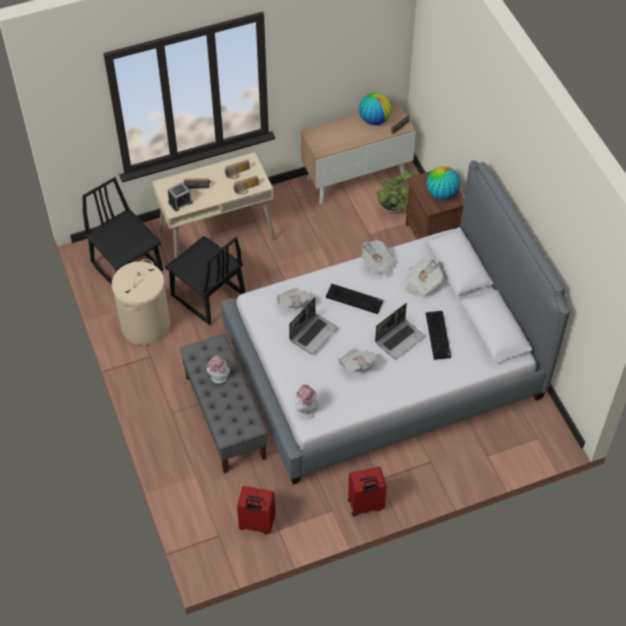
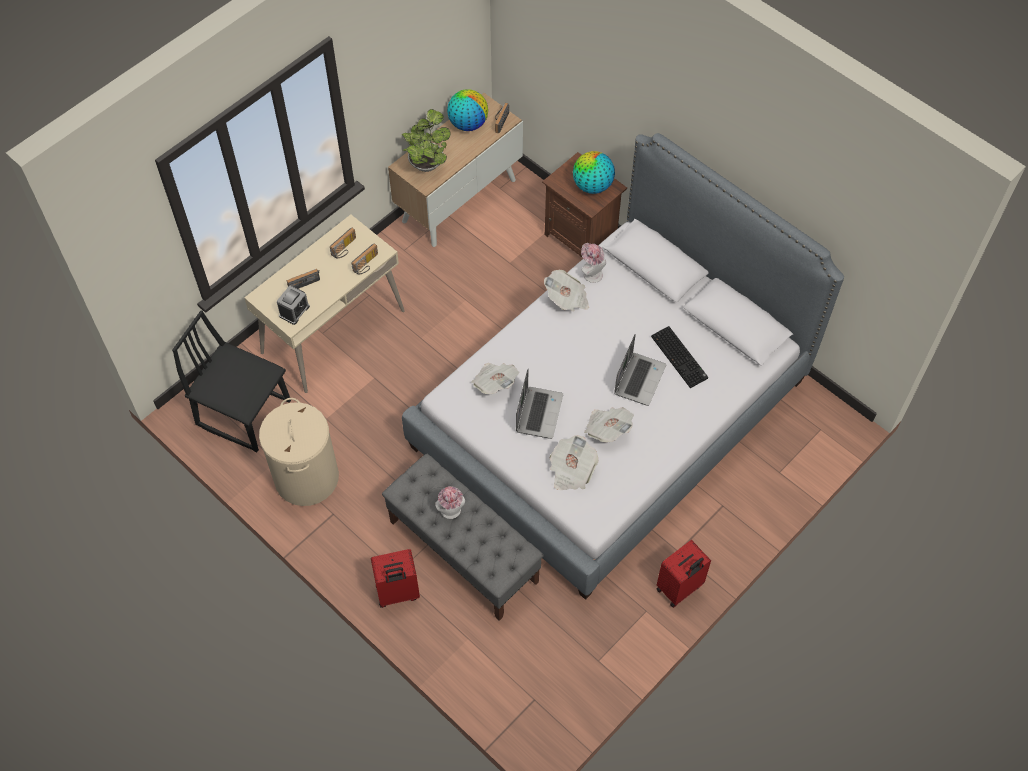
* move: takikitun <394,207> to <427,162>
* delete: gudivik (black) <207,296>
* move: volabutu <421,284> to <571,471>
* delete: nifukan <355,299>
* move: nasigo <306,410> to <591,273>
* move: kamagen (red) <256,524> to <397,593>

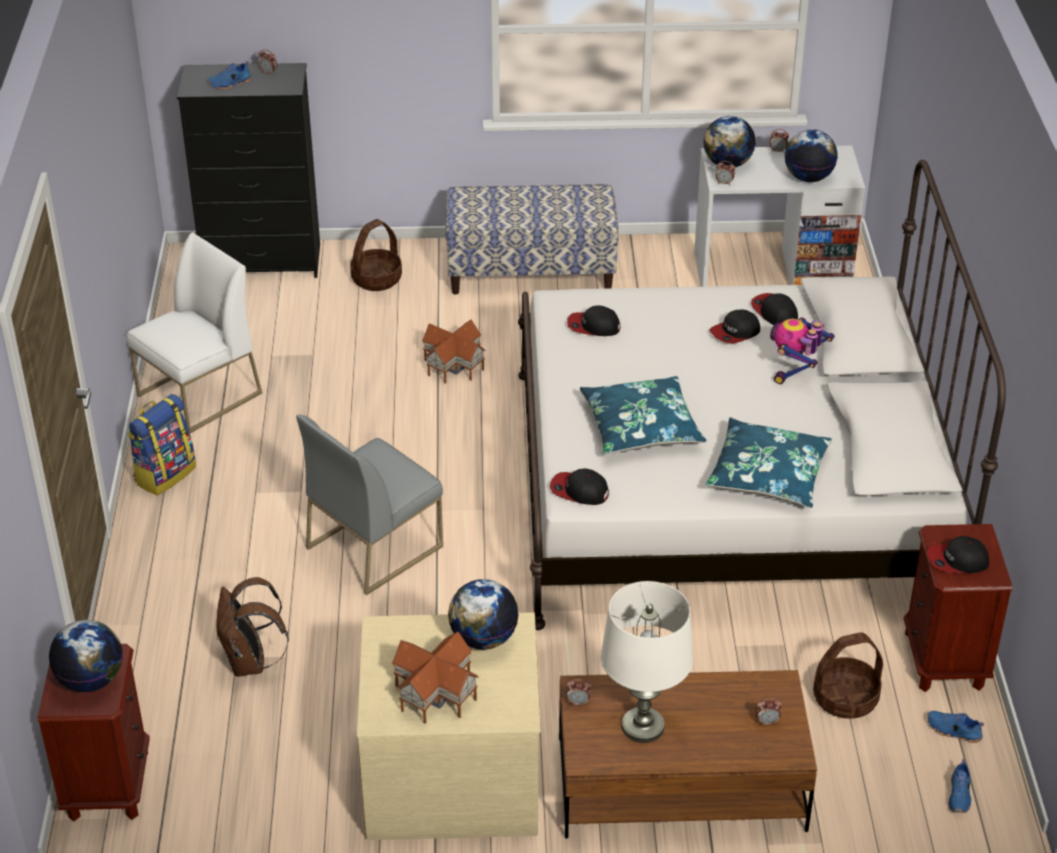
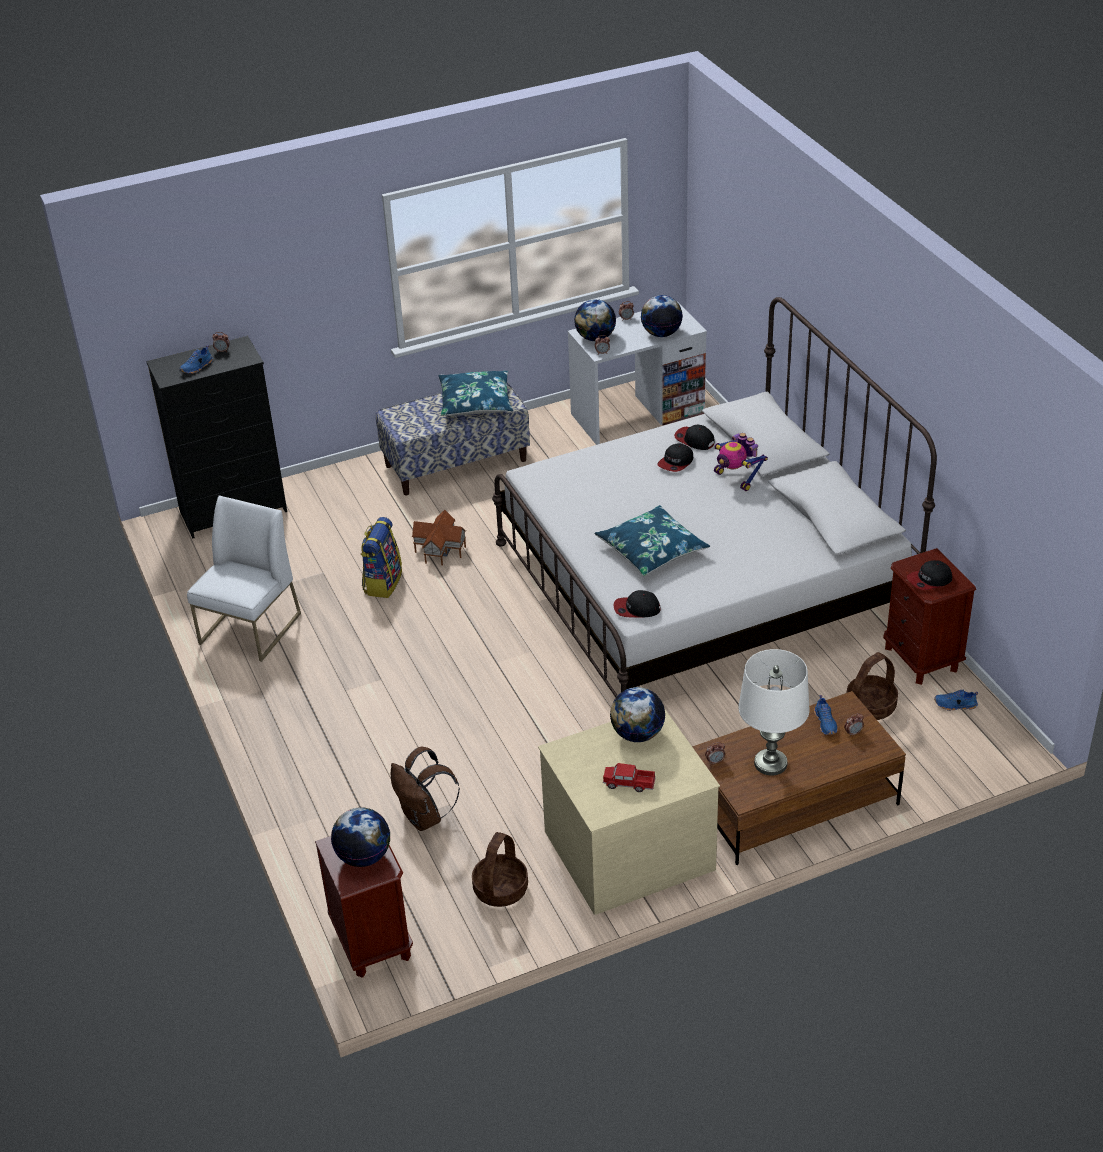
* move: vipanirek <376,279> to <500,888>
* delete: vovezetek <593,326>
* rotate: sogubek <796,371> = <736,478> 45 degrees counterclockwise
* move: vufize <165,474> to <382,582>
* delete: gudivik (grey) <374,546>
* move: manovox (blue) <768,474> to <475,402>
* replace: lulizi <436,694> to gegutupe <629,783>
* move: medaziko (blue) <960,795> to <826,723>

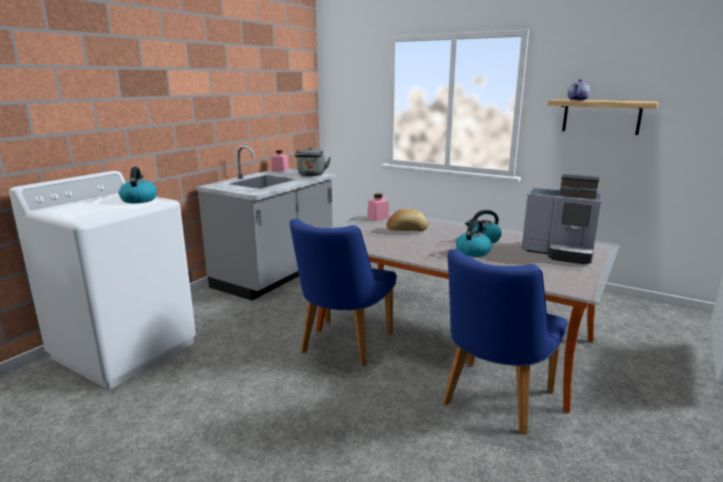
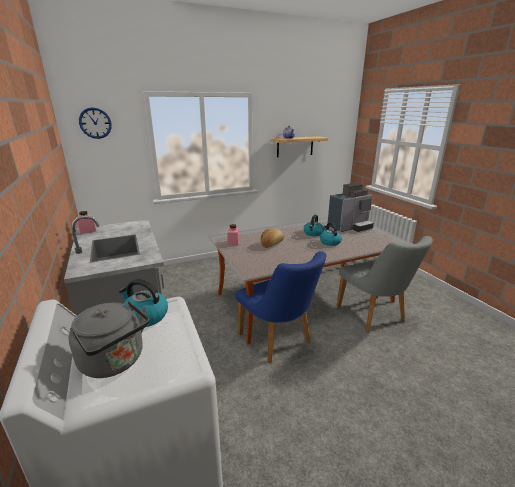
* move: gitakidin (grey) <311,175> to <115,361>
* recolor: gudivik (blue) <492,402> to gudivik (grey) <374,317>
* insert: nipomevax <95,123>

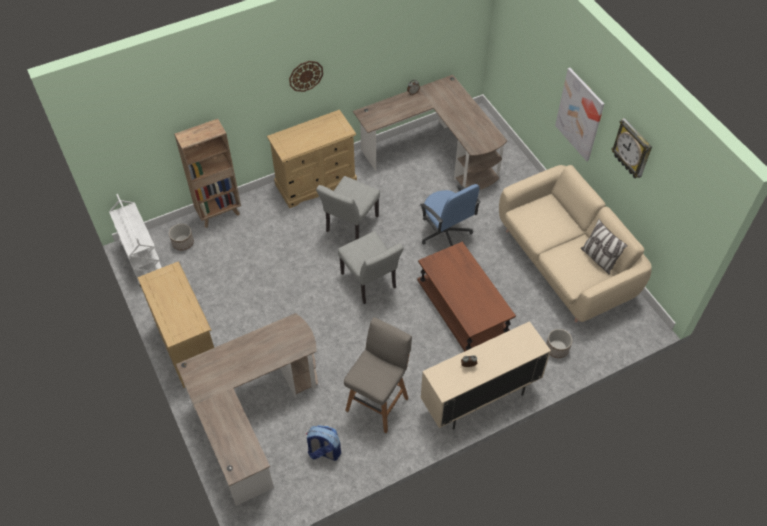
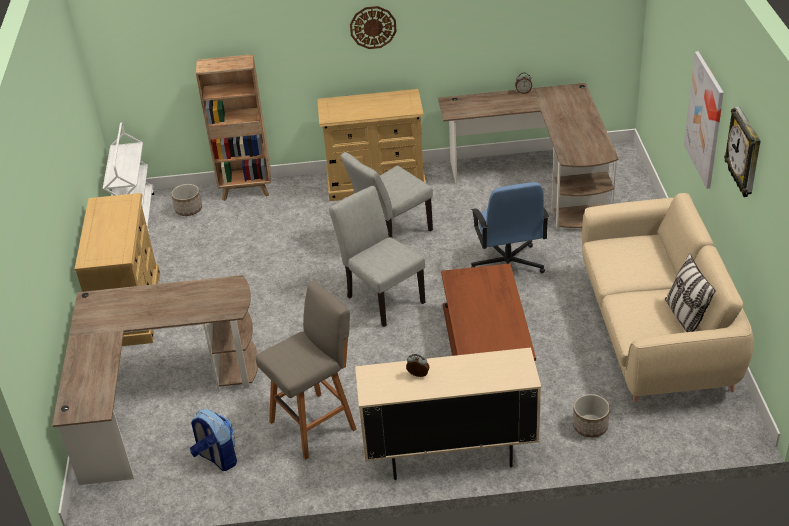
* rotate: gudivik (grey) <371,283> = <381,297> 150 degrees clockwise

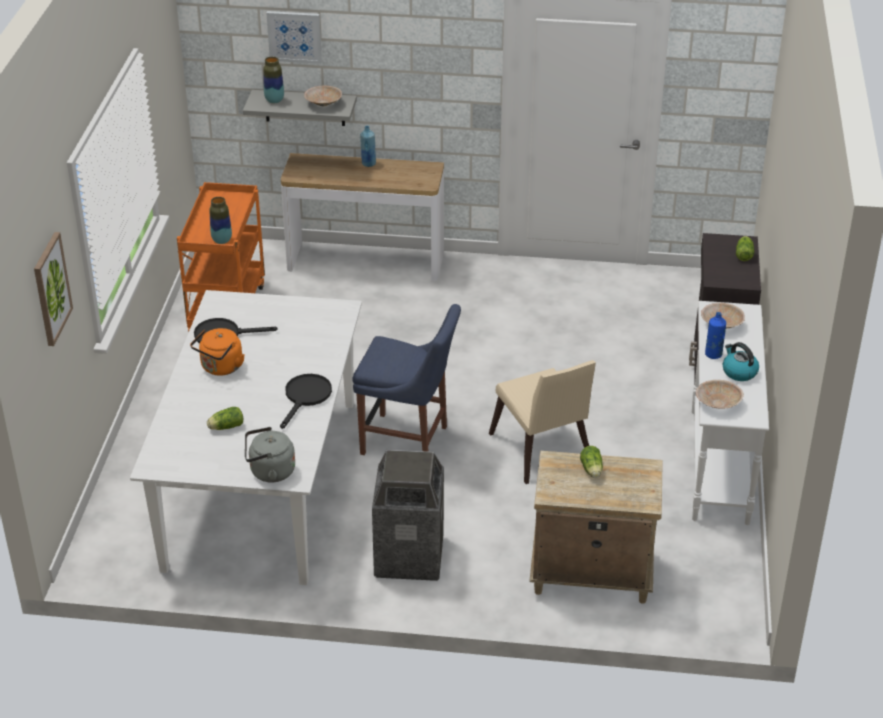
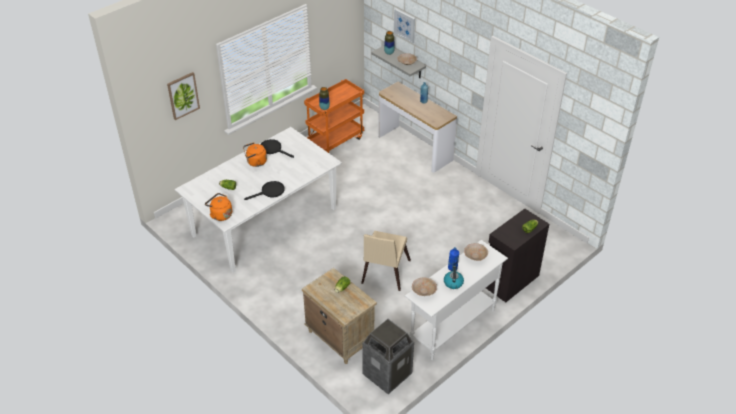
* delete: gudivik (blue) <408,441>
* recolor: gitakidin (grey) <269,472> to gitakidin (orange) <220,215>
* move: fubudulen <409,556> to <387,374>

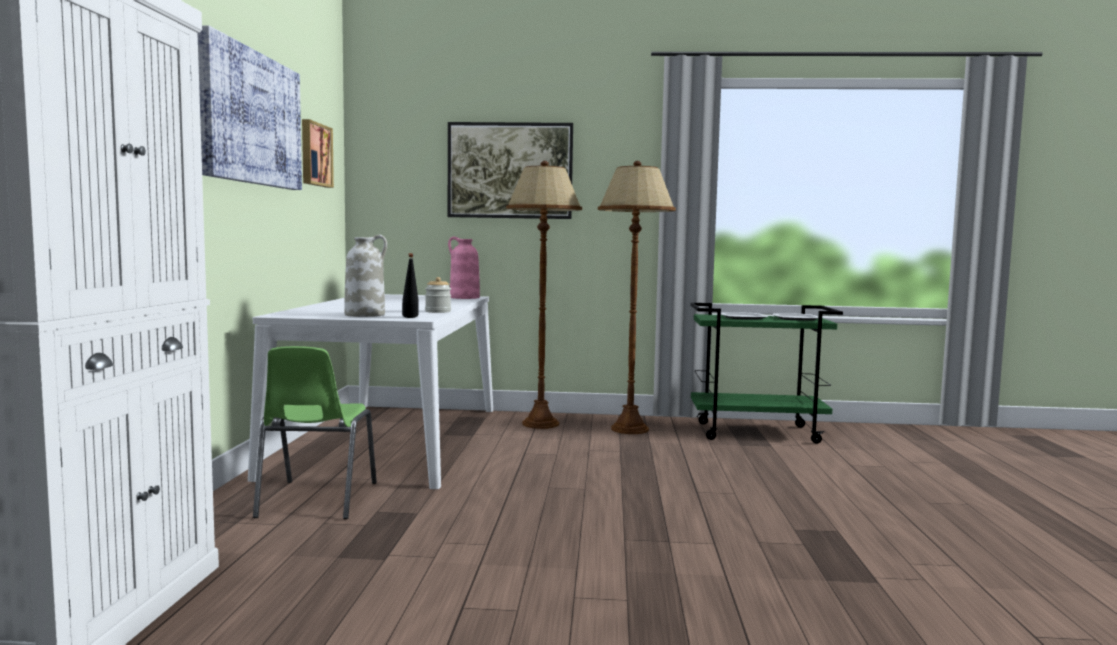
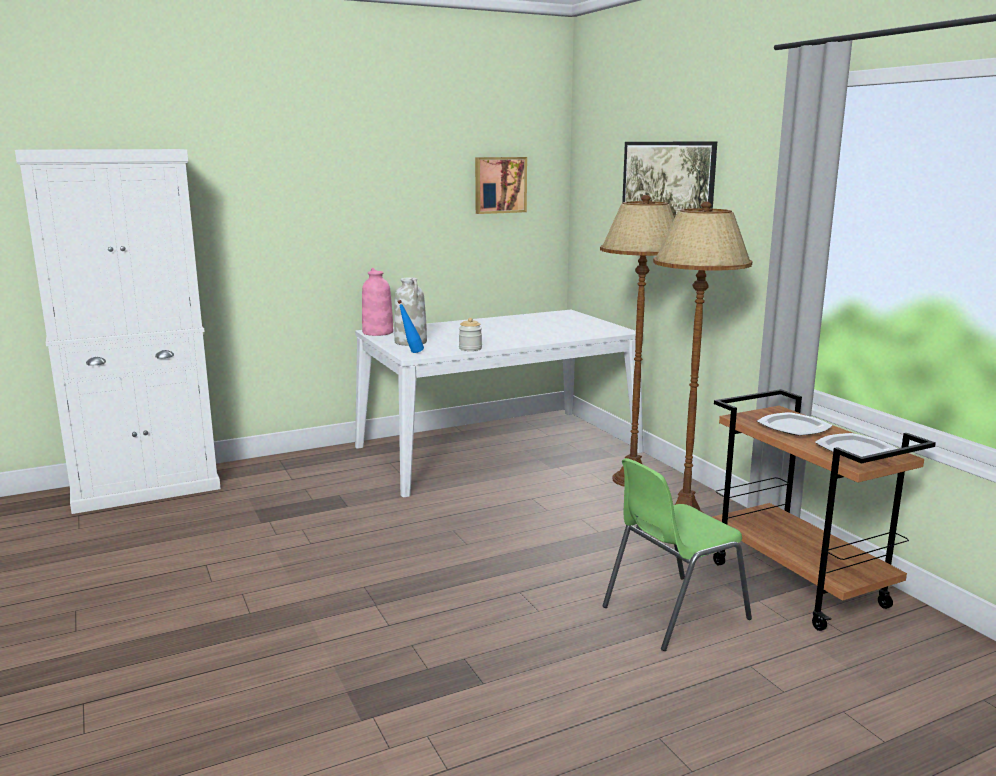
* delete: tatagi <250,118>
* move: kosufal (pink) <464,297> to <377,332>
* recolor: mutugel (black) <410,318> to mutugel (blue) <411,353>
* recolor: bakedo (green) <758,433> to bakedo (brown) <799,585>
* move: gudivik (green) <315,500> to <672,613>

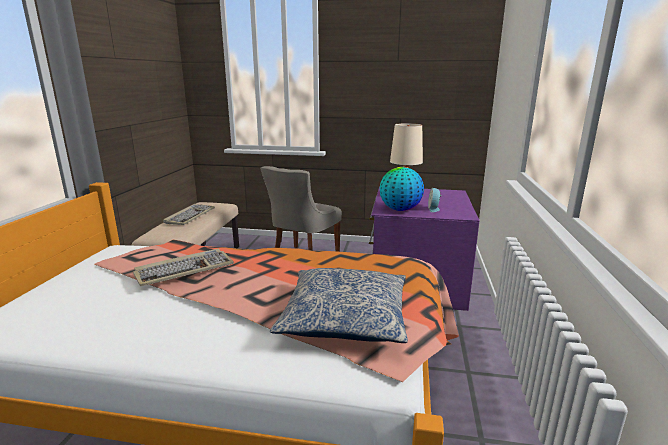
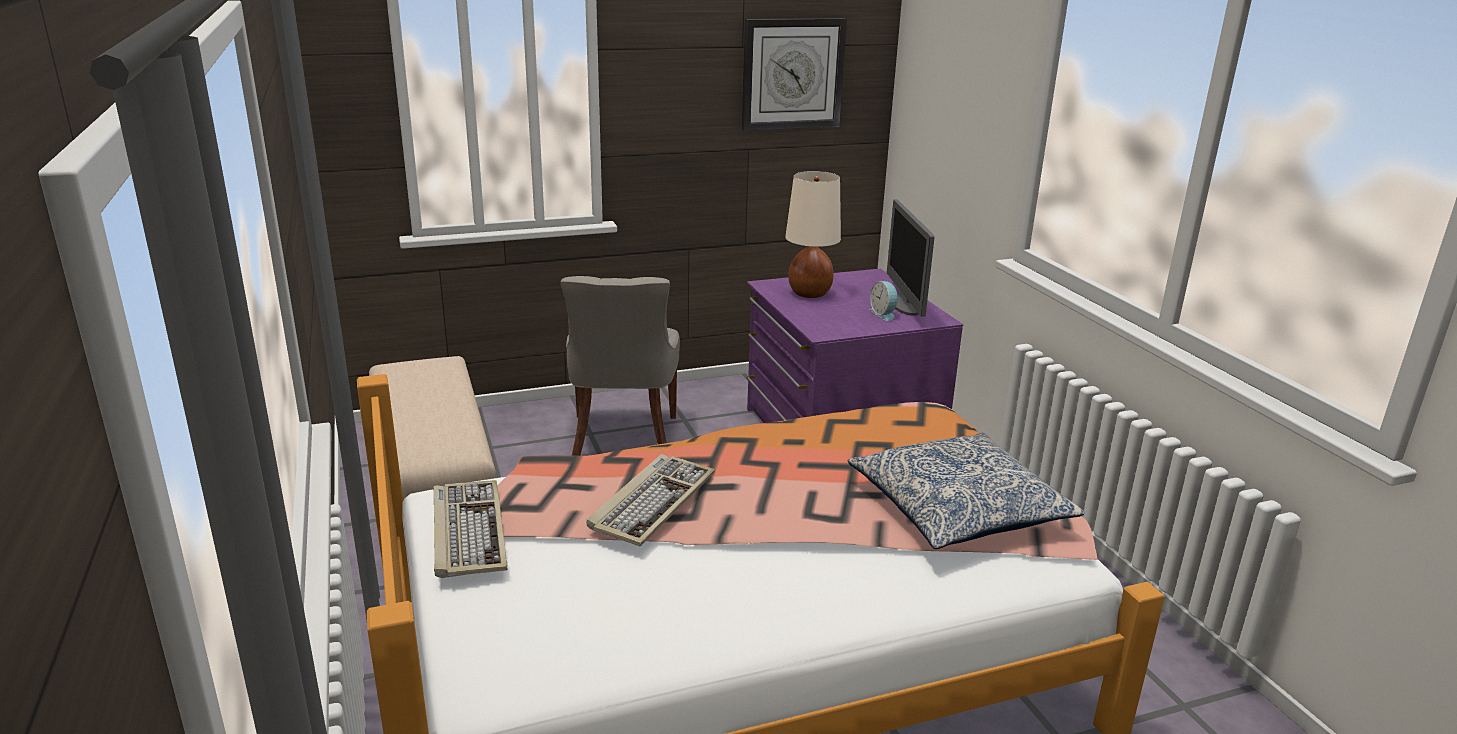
* delete: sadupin <400,210>
* move: nifukan <190,216> to <467,531>
* insert: nipomevax <792,74>
* insert: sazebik <904,304>

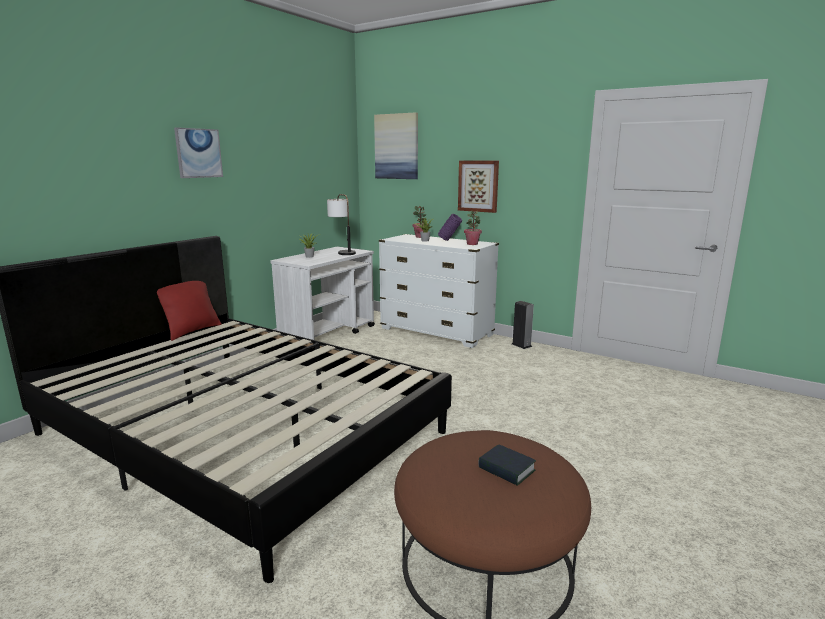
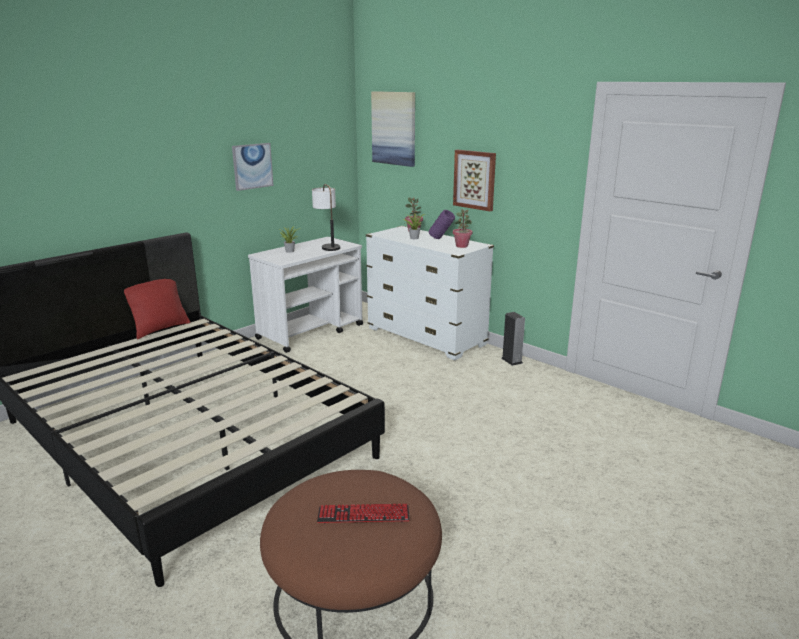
* move: tatagi <198,153> to <252,166>
* replace: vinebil <506,469> to nifukan <363,515>

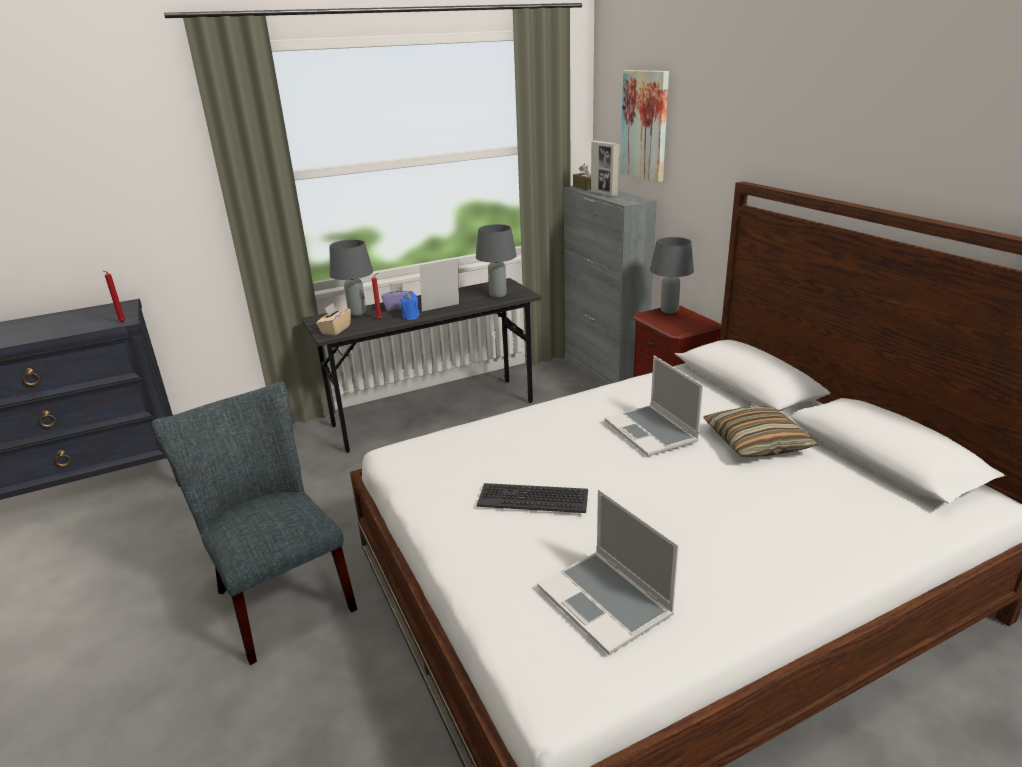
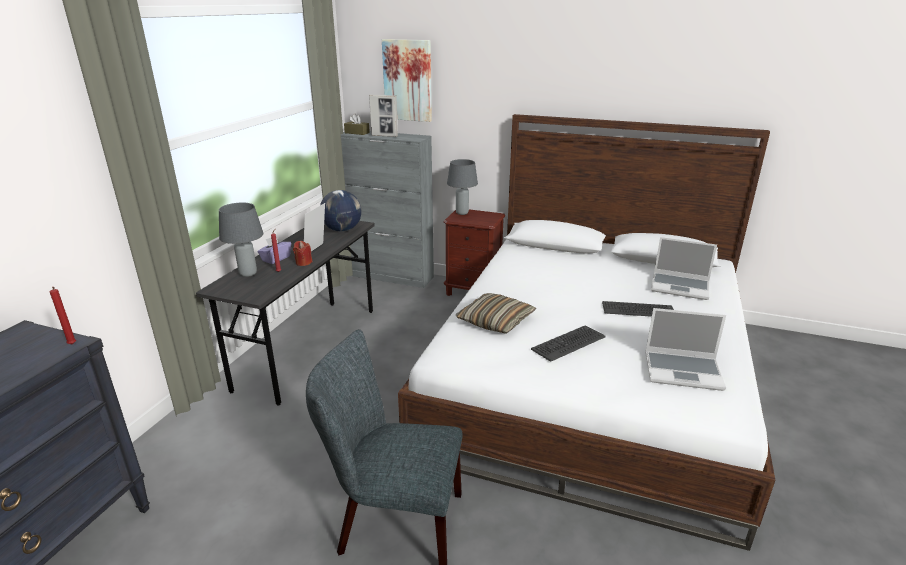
* replace: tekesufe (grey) <498,296> to sadupin <342,230>
* recolor: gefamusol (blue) <411,317> to gefamusol (red) <303,262>
* delete: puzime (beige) <335,330>
* move: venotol <652,432> to <680,287>
* move: manovox <756,443> to <495,321>
* insert: nifukan <638,310>

